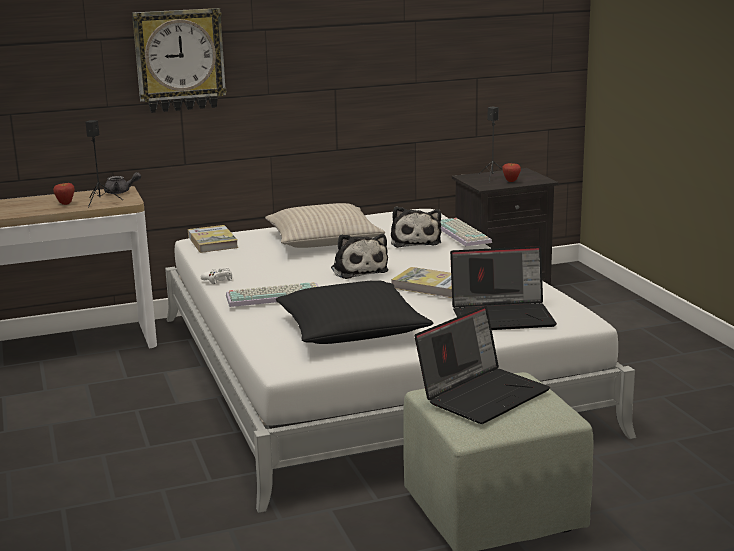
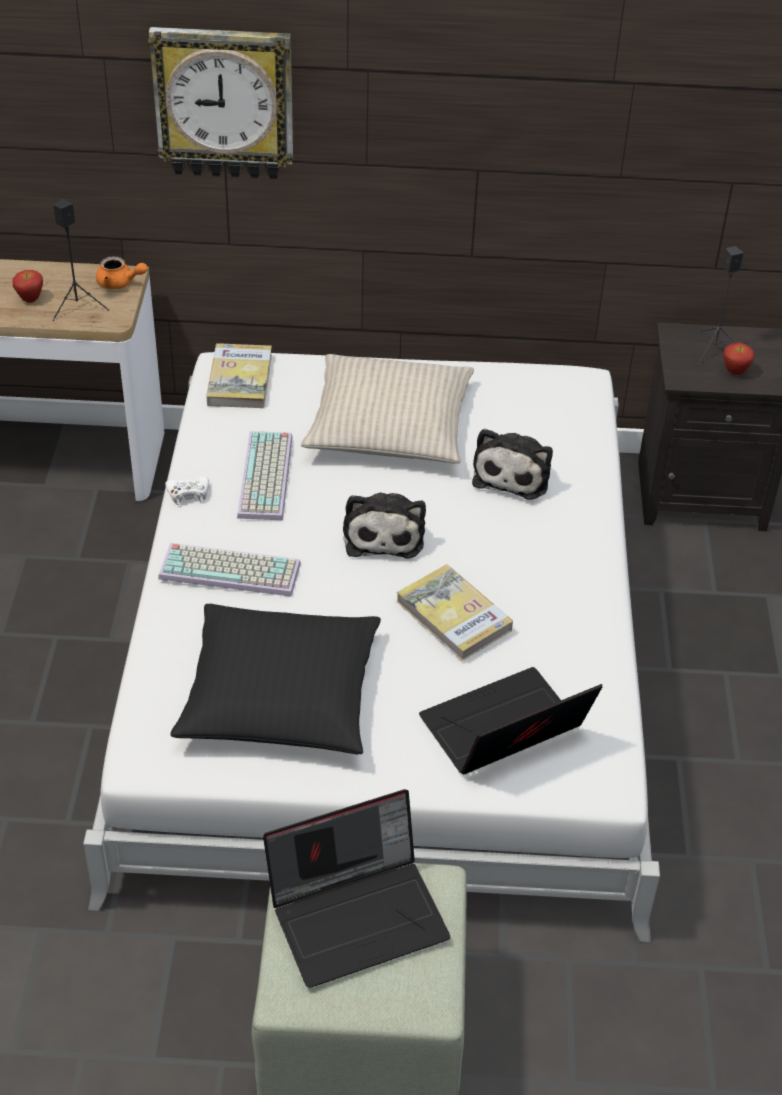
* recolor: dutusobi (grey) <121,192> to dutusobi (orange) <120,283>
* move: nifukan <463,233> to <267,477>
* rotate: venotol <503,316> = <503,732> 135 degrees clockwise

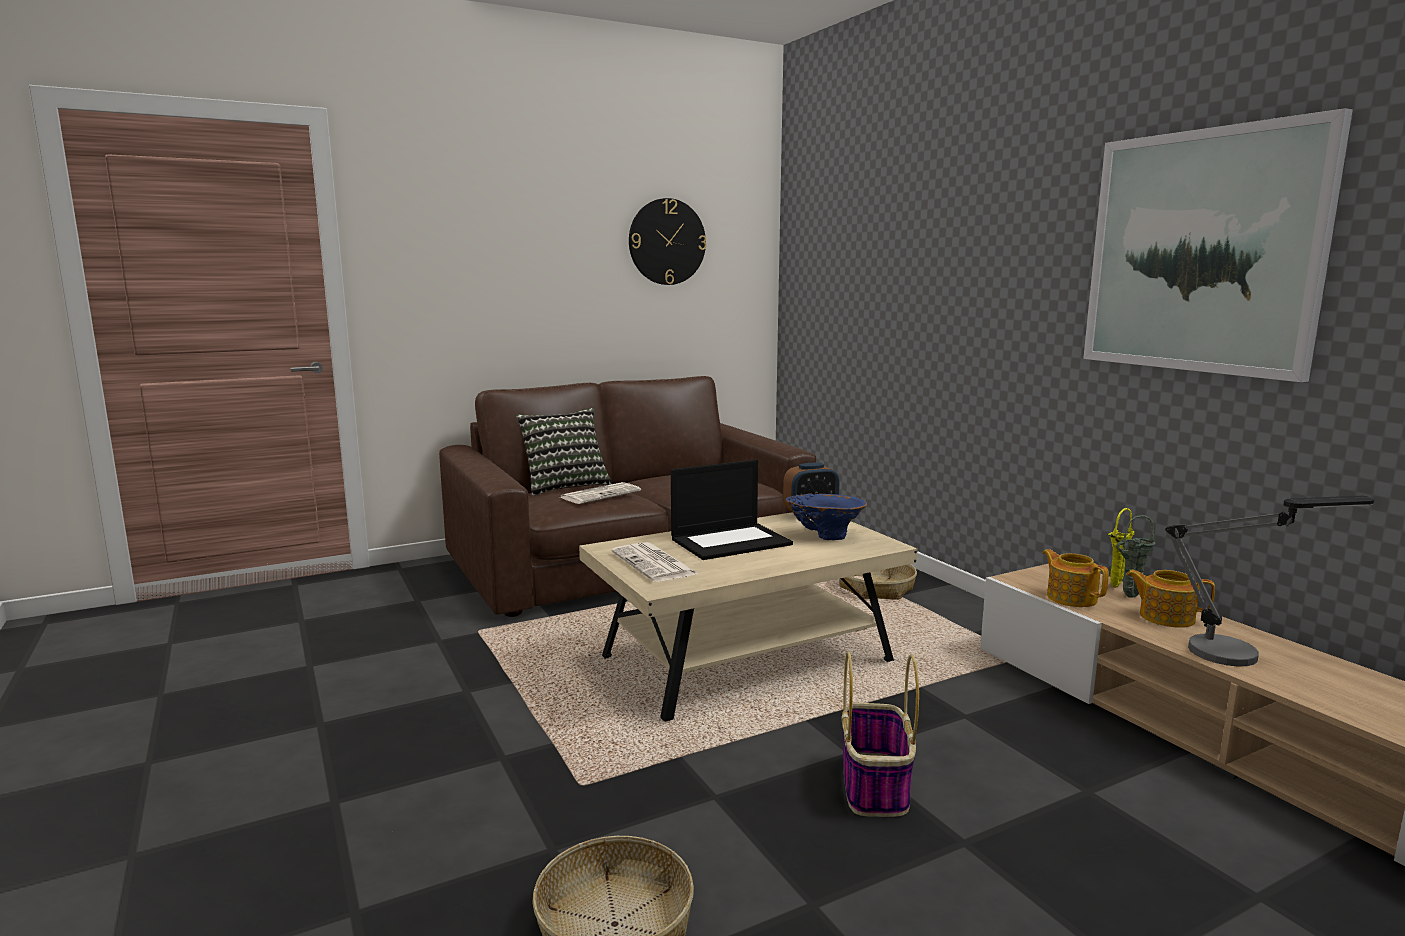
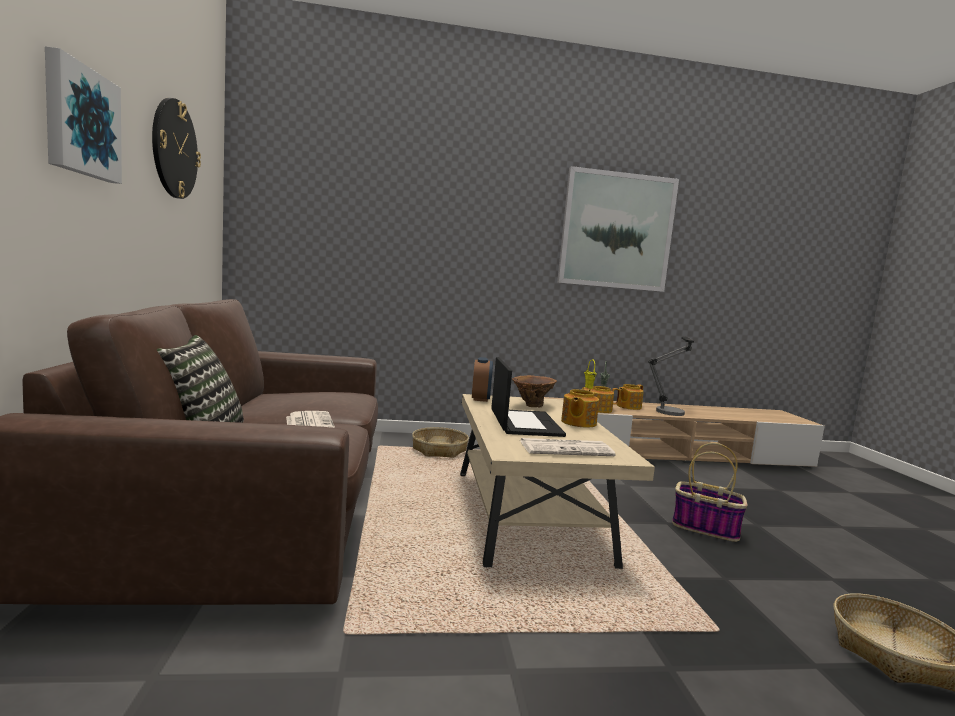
* recolor: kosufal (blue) <824,536> to kosufal (brown) <531,406>
* insert: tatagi <80,121>
* insert: dutusobi <578,422>

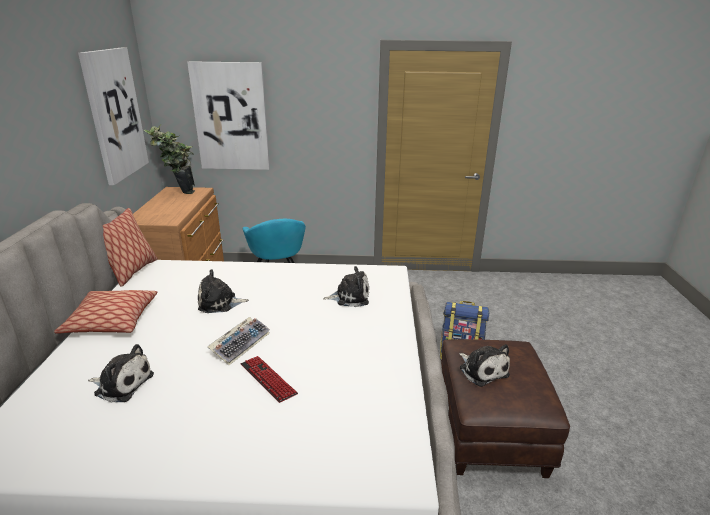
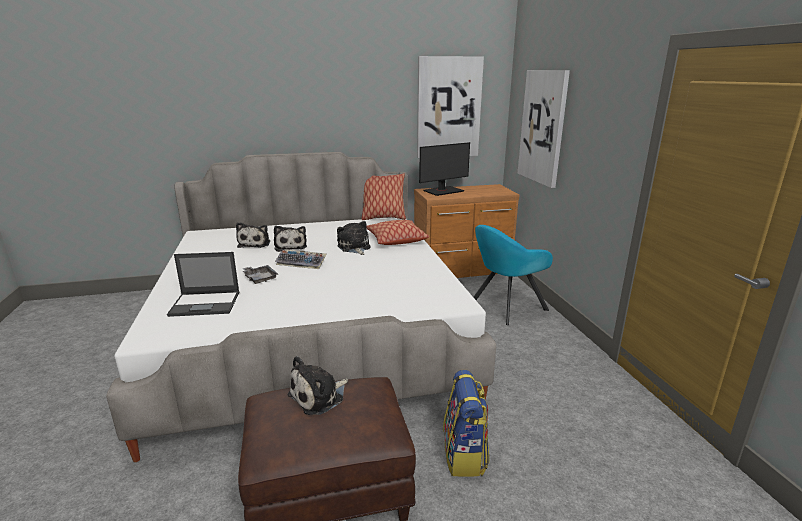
* delete: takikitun <178,193>
* move: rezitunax <350,297> to <290,246>
* move: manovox <111,321> to <396,240>
* replace: nifukan <268,379> to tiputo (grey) <260,278>
* insert: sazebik <443,191>
* insert: venotol <206,304>

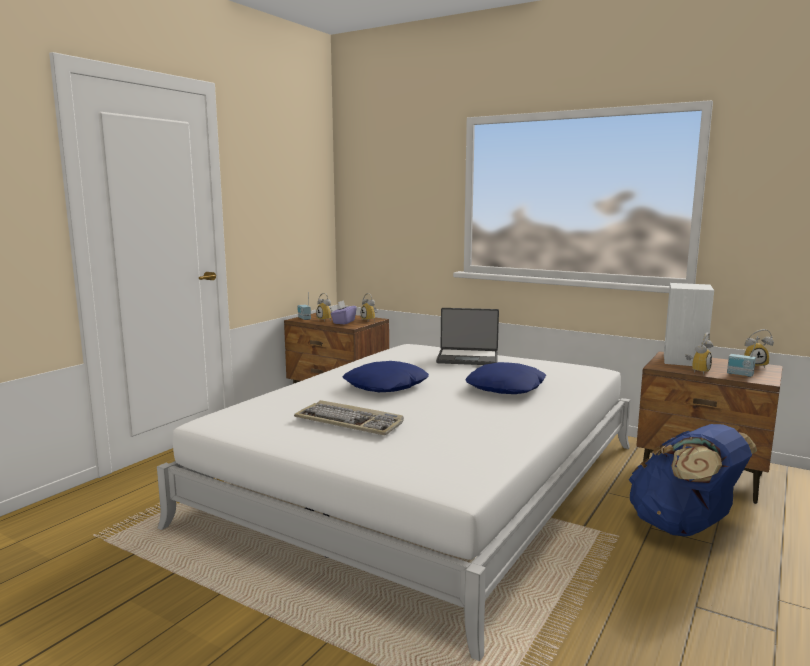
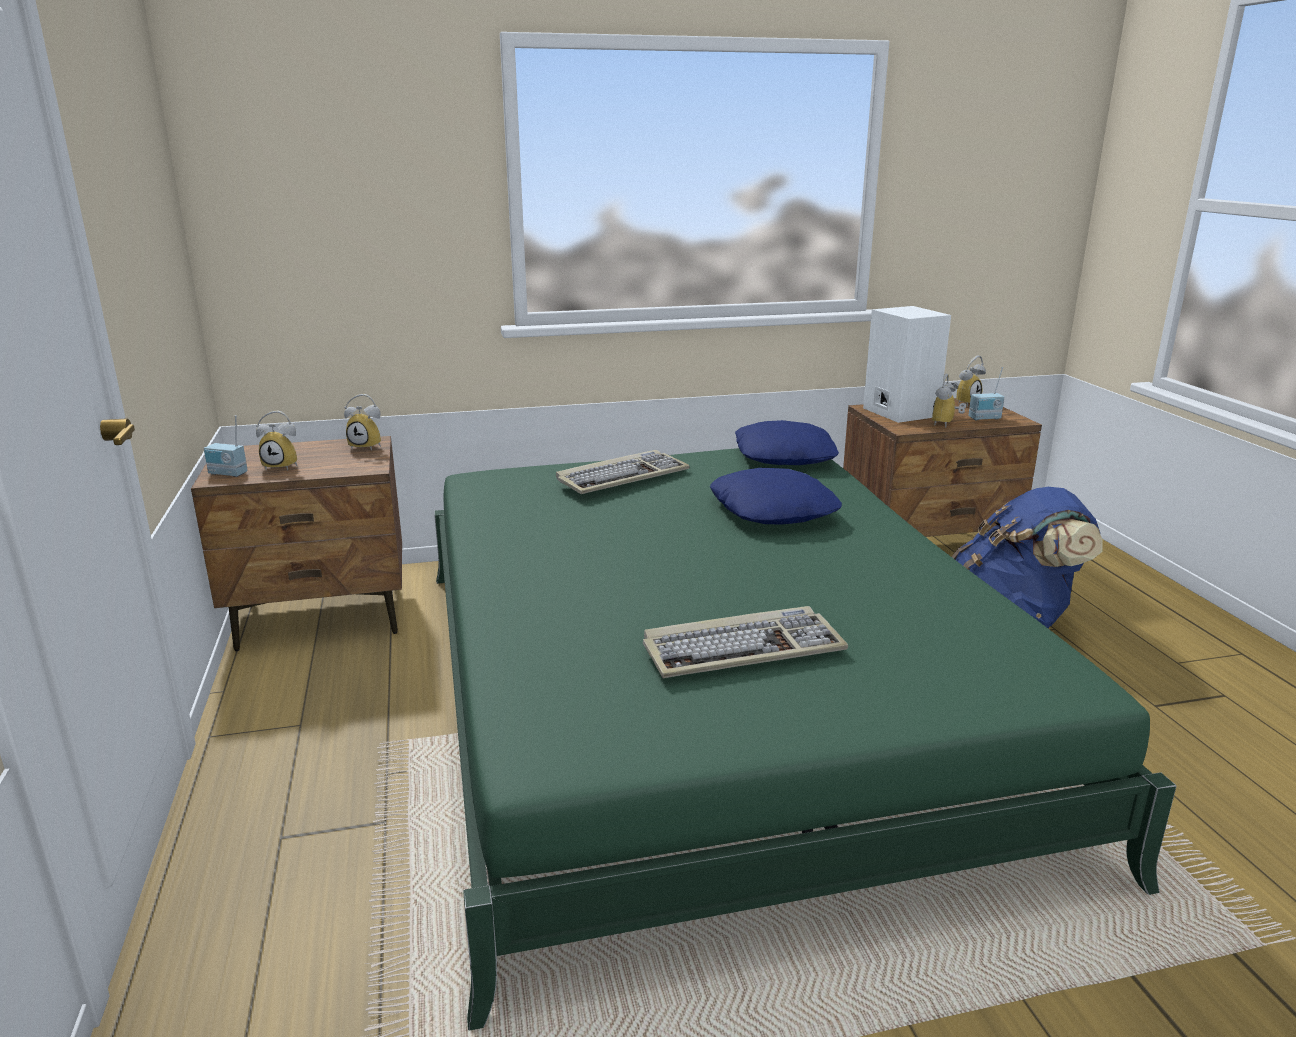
* delete: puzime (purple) <343,322>
* replace: venotol <467,358> to nifukan <622,477>
* rotate: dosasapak <697,371> = <946,424> 150 degrees counterclockwise
* recolor: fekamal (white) <425,482> to fekamal (green) <704,697>
* move: manovox (blue) <386,386> to <785,455>

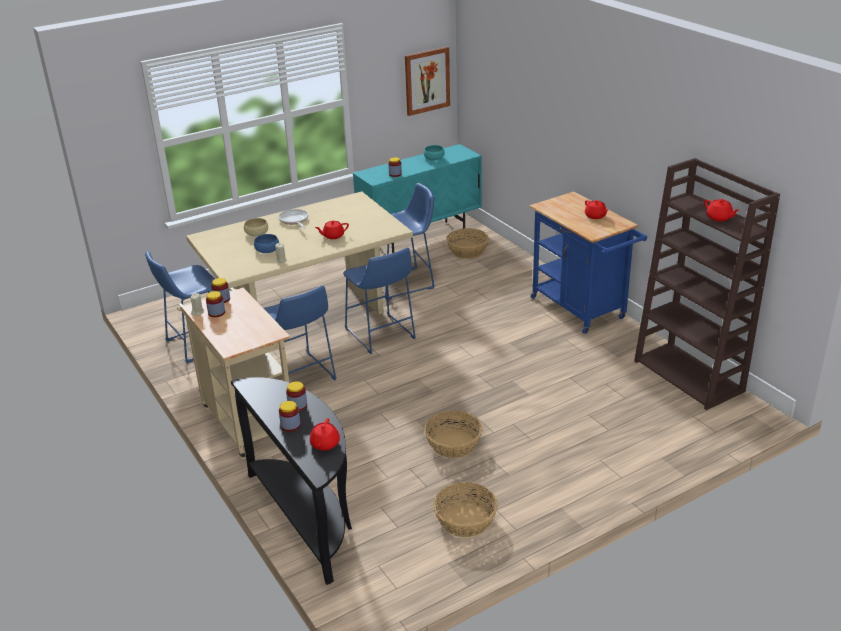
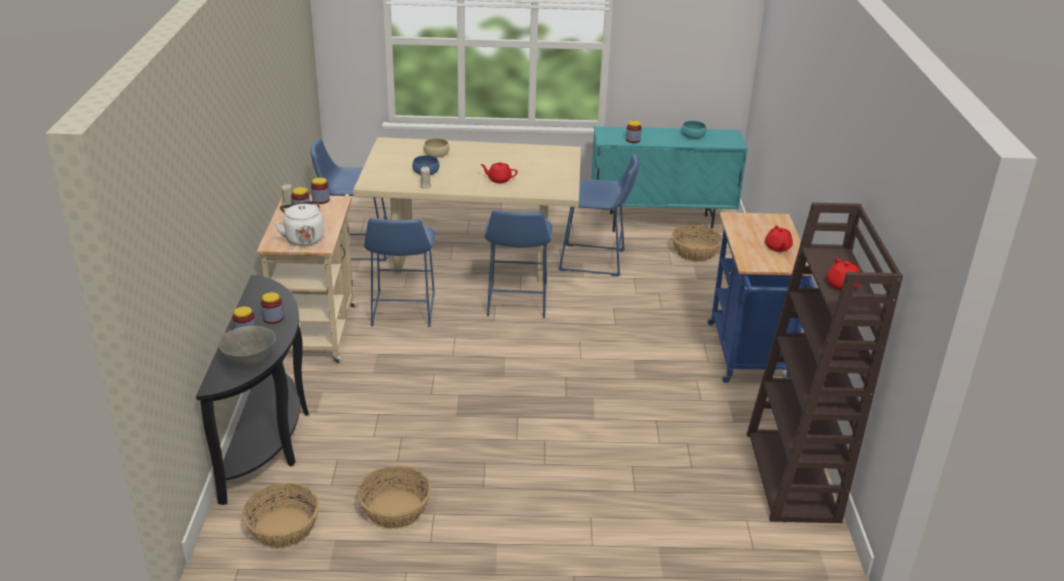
* delete: tatagi <427,81>
* delete: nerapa <294,221>
* move: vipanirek <453,444> to <282,528>
* replace: dutusobi (red) <325,444> to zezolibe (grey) <250,361>
* insert: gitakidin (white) <303,238>

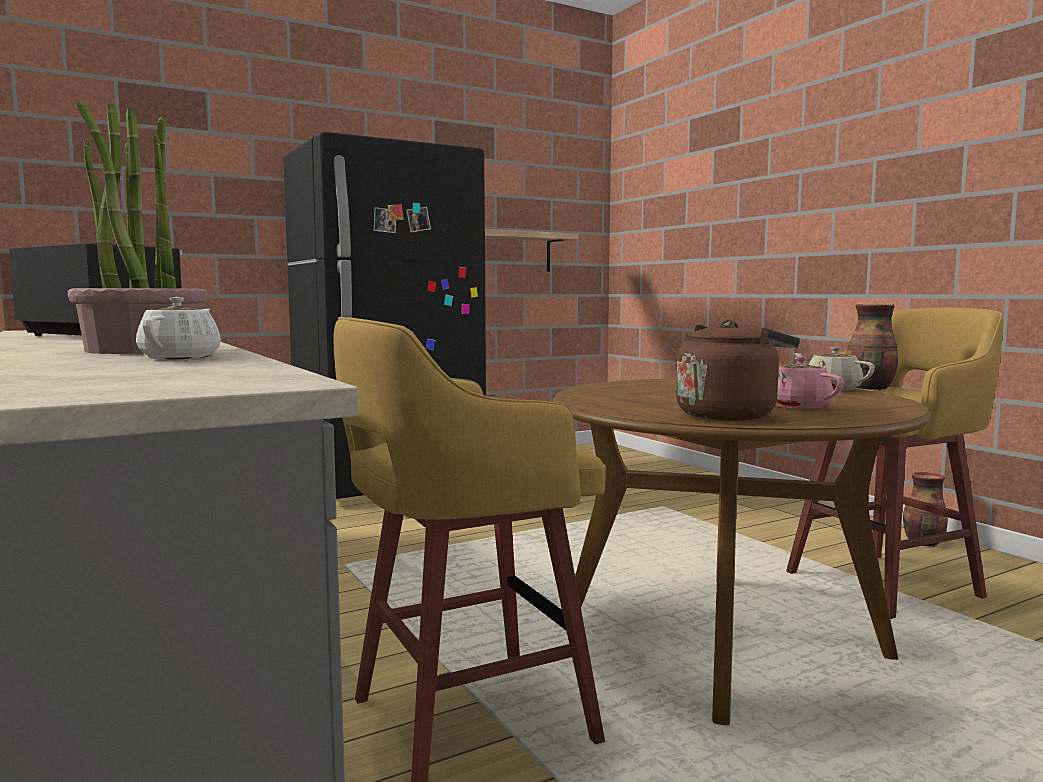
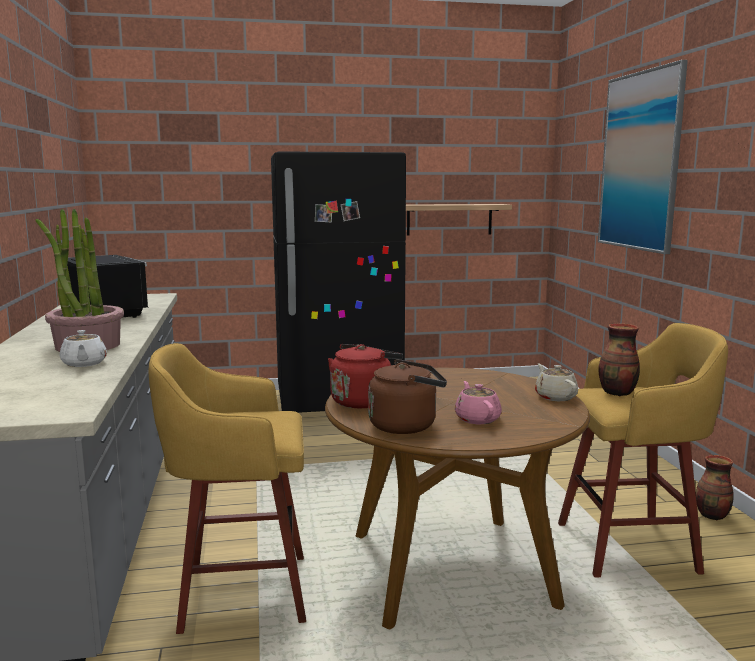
* rotate: dutusobi (white) <181,358> = <84,364> 135 degrees clockwise
* insert: tatagi <640,161>
* insert: gitakidin (red) <363,401>

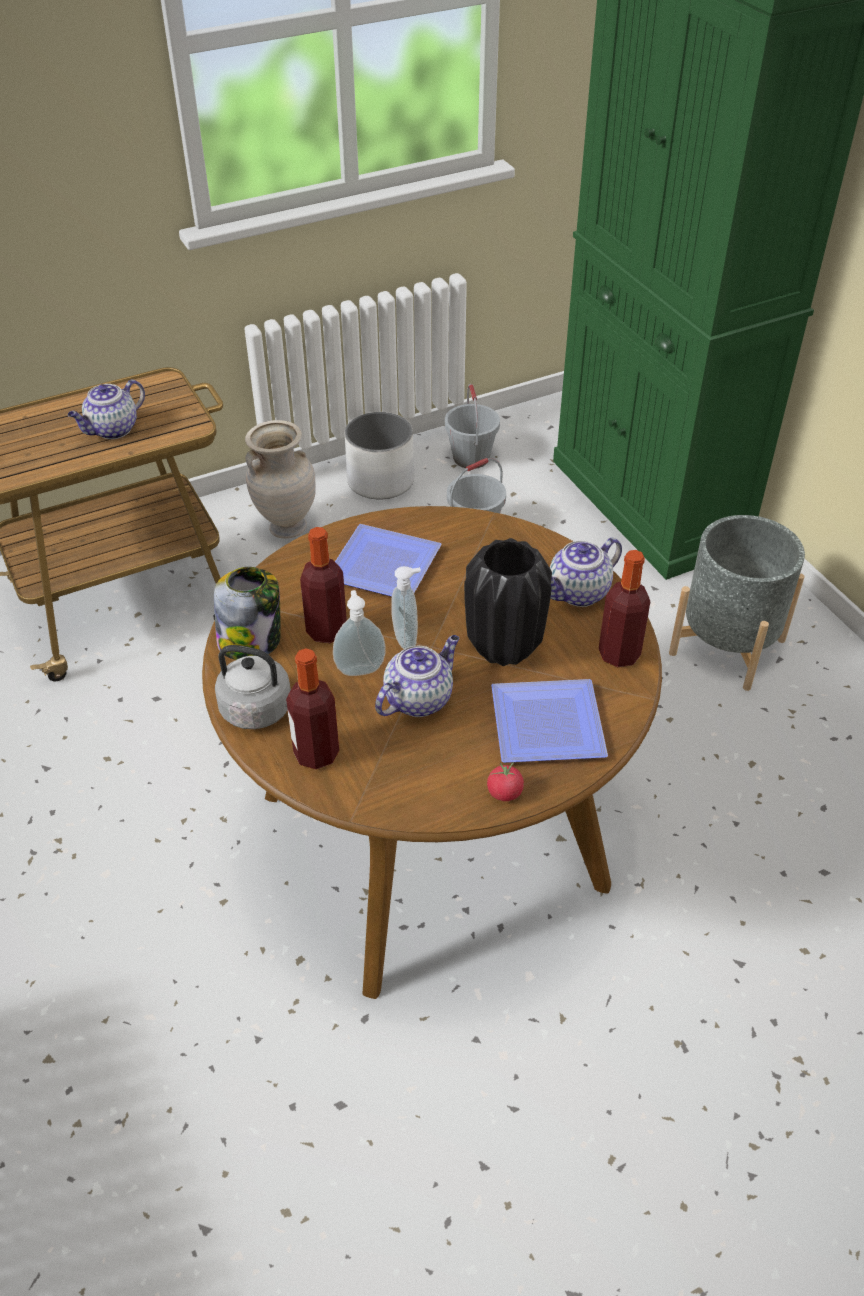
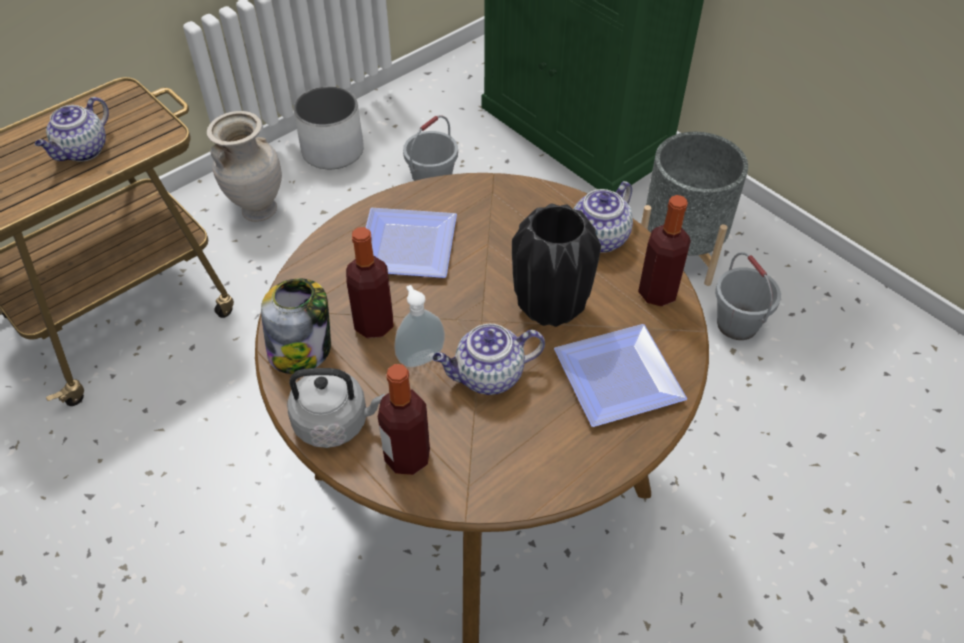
* move: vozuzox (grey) <471,458> to <737,324>
* delete: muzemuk <407,639>
* rotate: dutusobi <419,698> = <488,376> 135 degrees counterclockwise
* delete: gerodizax <504,792>

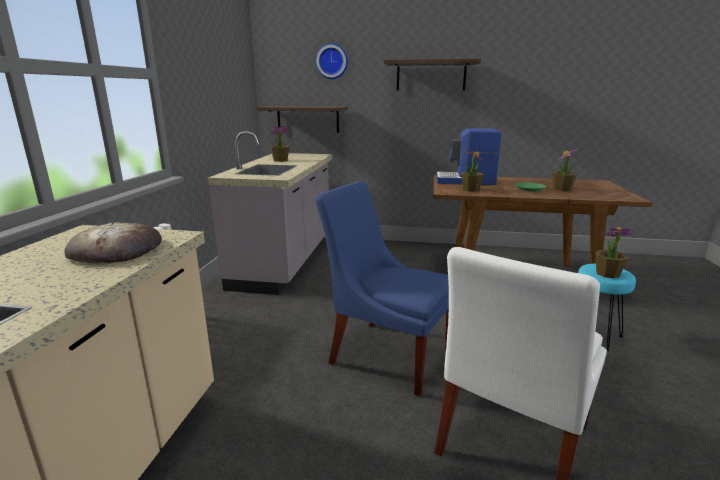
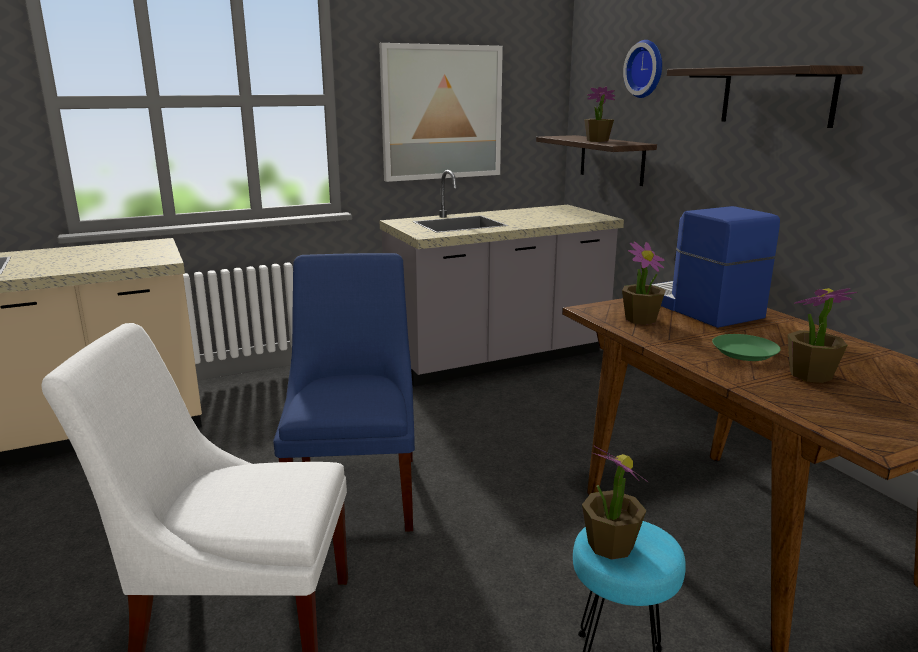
* move: takikitun <280,160> to <597,141>
* delete: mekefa <116,249>
* insert: tatagi <442,113>

